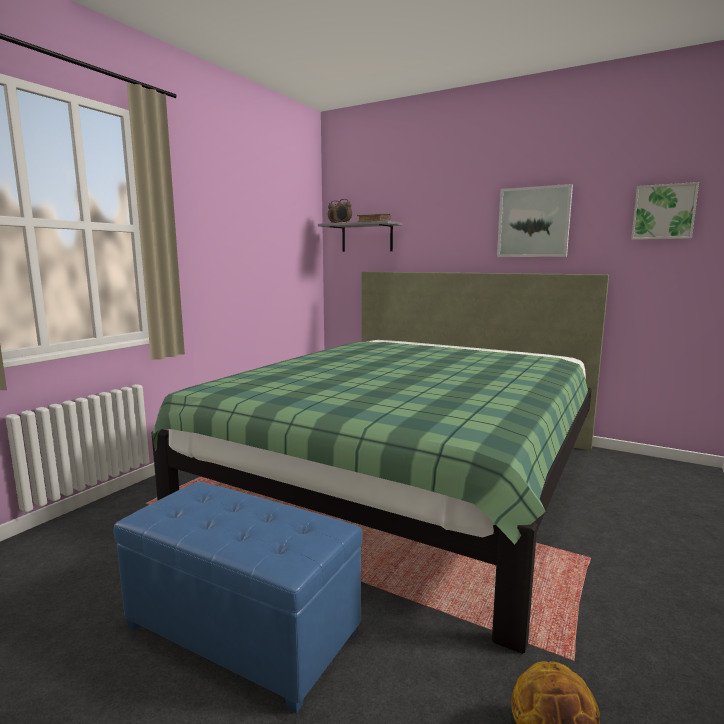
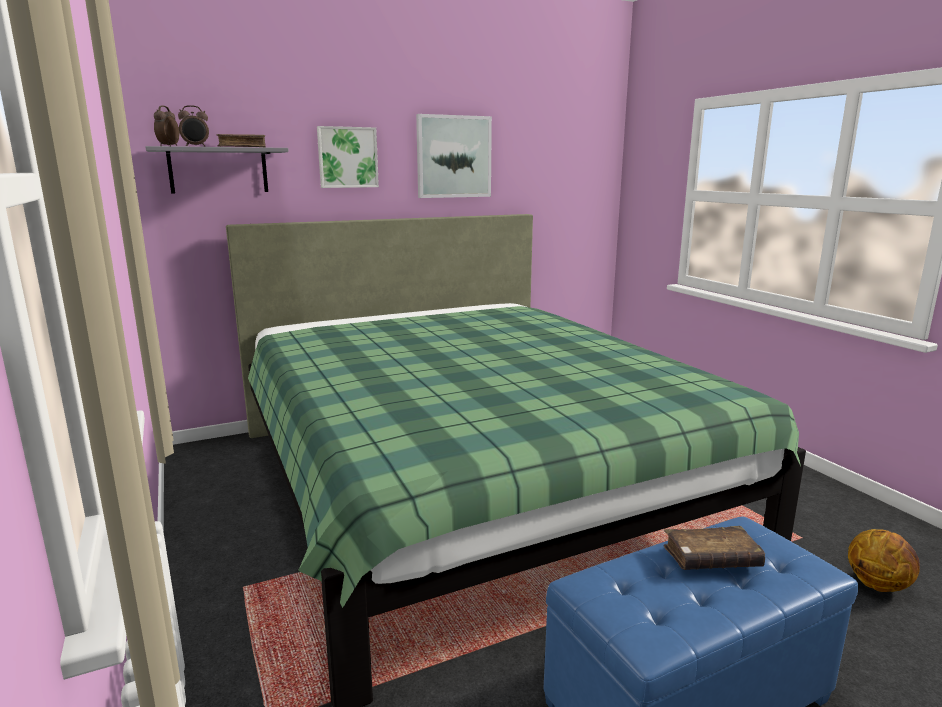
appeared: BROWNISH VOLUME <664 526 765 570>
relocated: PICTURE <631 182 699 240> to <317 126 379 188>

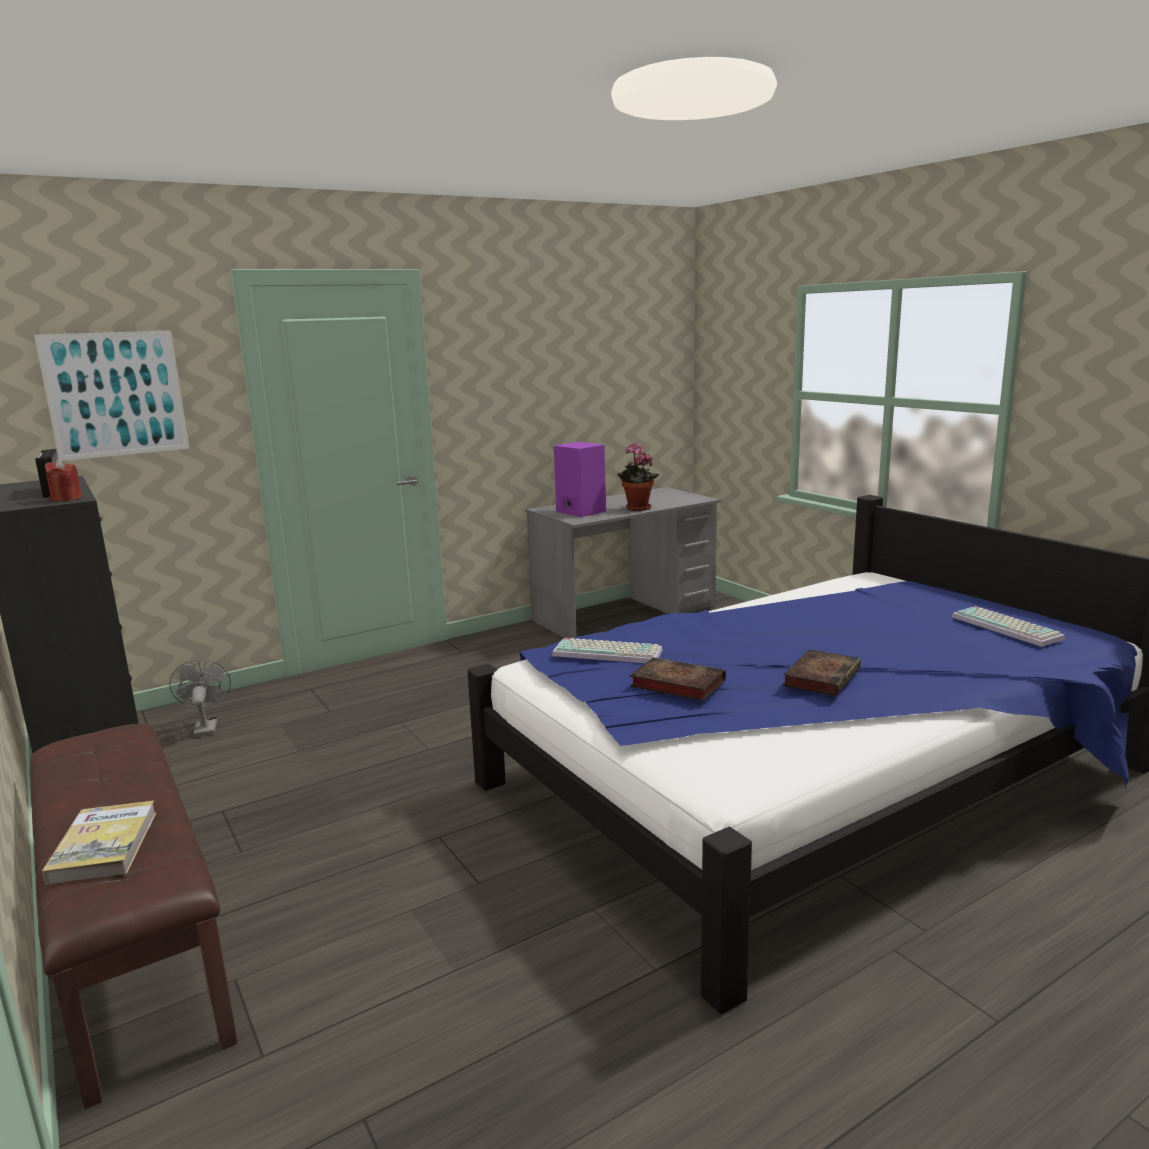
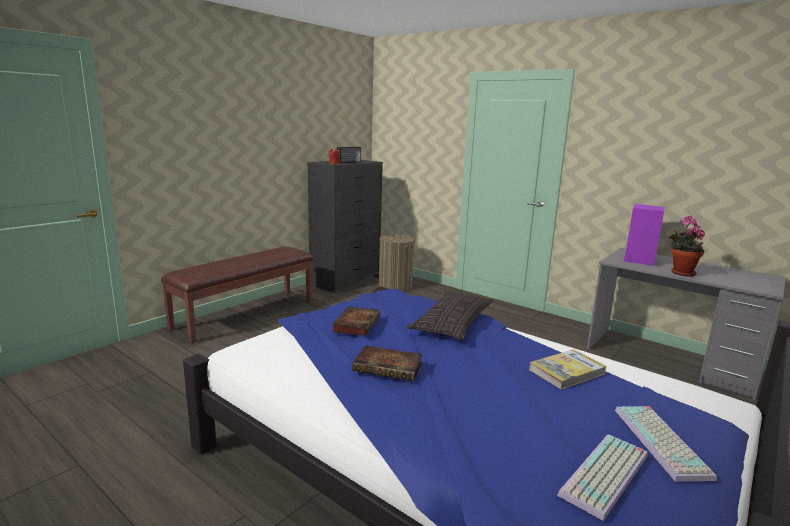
missing: PICTURE <34 331 189 461>
appeared: THROW PILLOW <407 291 494 340>
relocated: VOLUME <42 801 156 885> to <529 349 607 390>; KEYBOARD <552 638 662 663> to <615 406 717 481>
exchanged: GREY ELECTRIC FAN <169 659 231 737> to HAMPER <379 230 415 291>

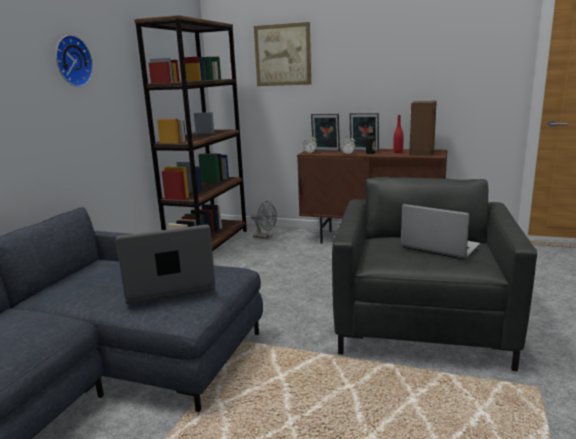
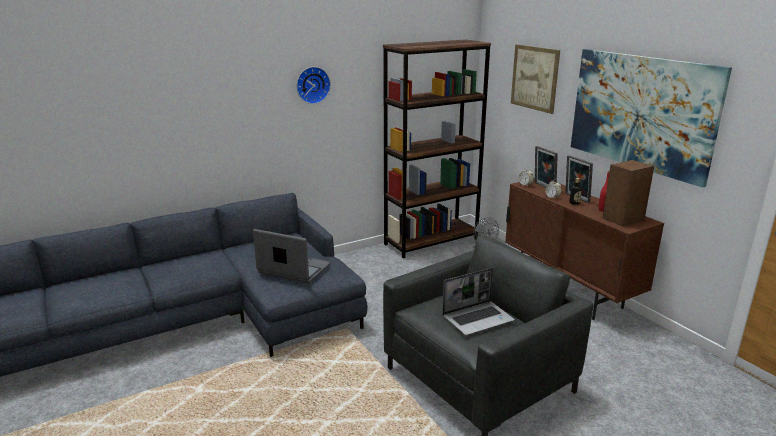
appeared: PICTURE <571 49 732 188>
spun: NOTEBOOK COMPUTER <401 204 480 260> = <442 268 515 335> 75 degrees clockwise

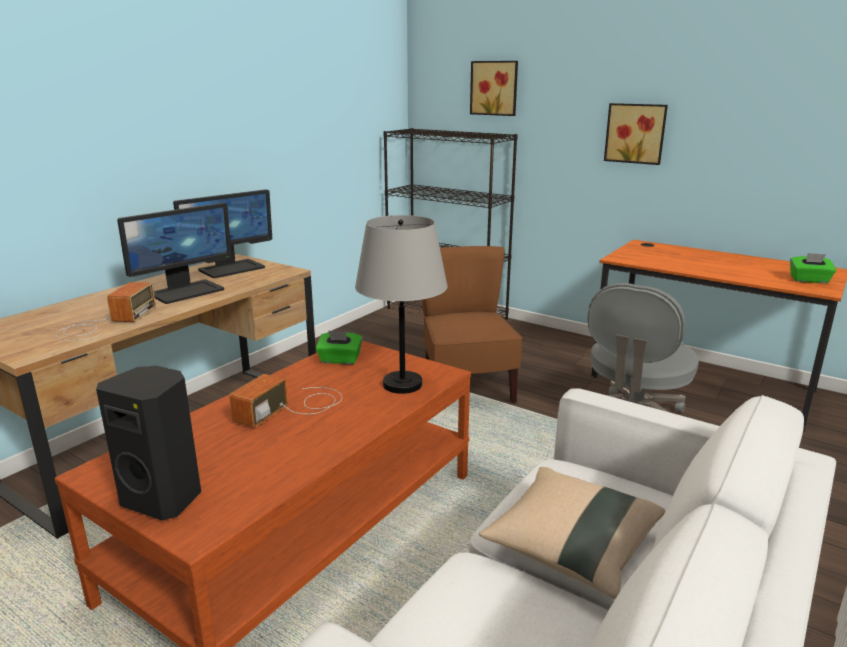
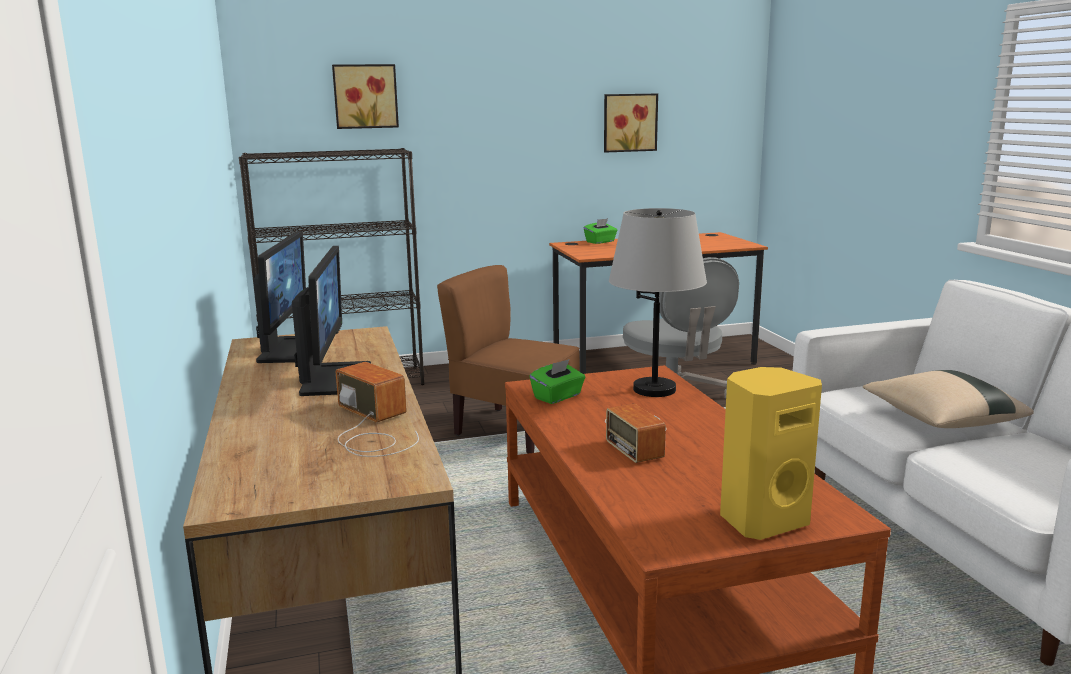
relocated: PICTURE <604 103 668 165> to <604 94 658 153>; GREENISH TISSUE HOLDER <790 253 836 283> to <584 218 618 244>
colour: BLACK-COLOURED AUDIO SPEAKER <96 366 201 521> to YELLOWISH AUDIO SPEAKER <720 367 822 540>

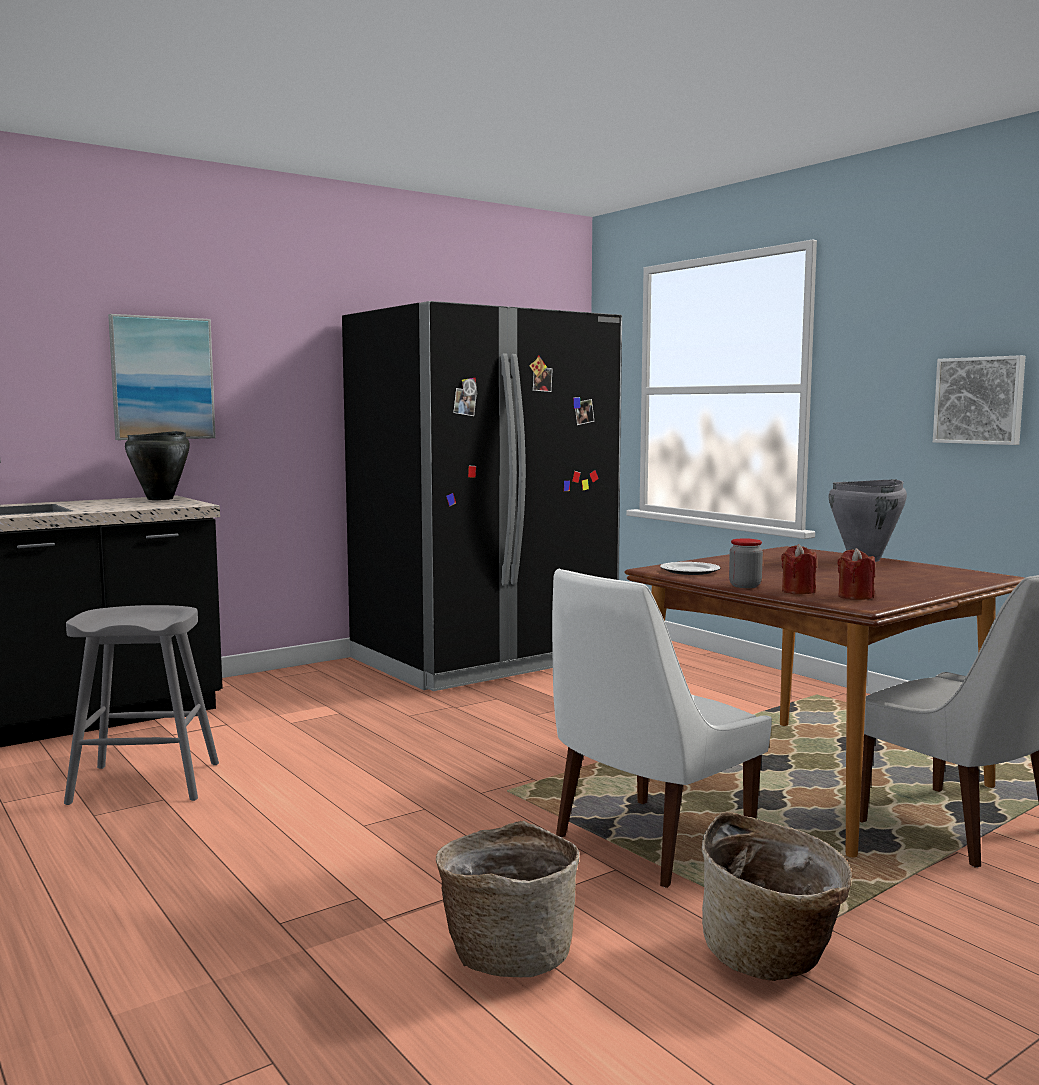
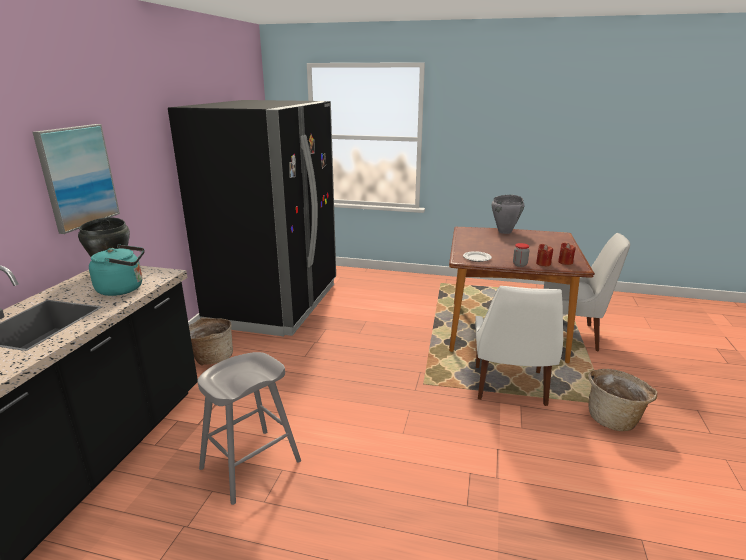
missing: PICTURE <933 355 1025 445>
appeared: BLUE-GREEN TEA KETTLE <89 245 145 296>
relocated: STORAGE BASKET <436 821 580 977> to <189 317 233 365>

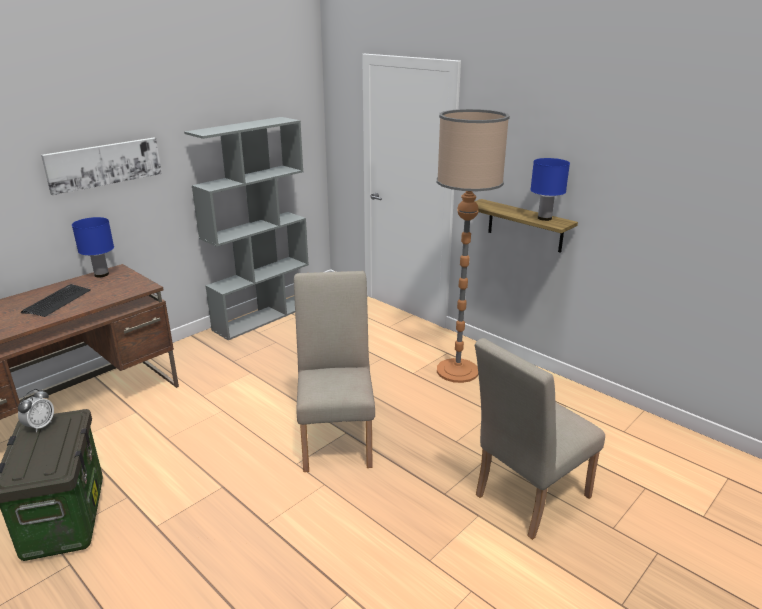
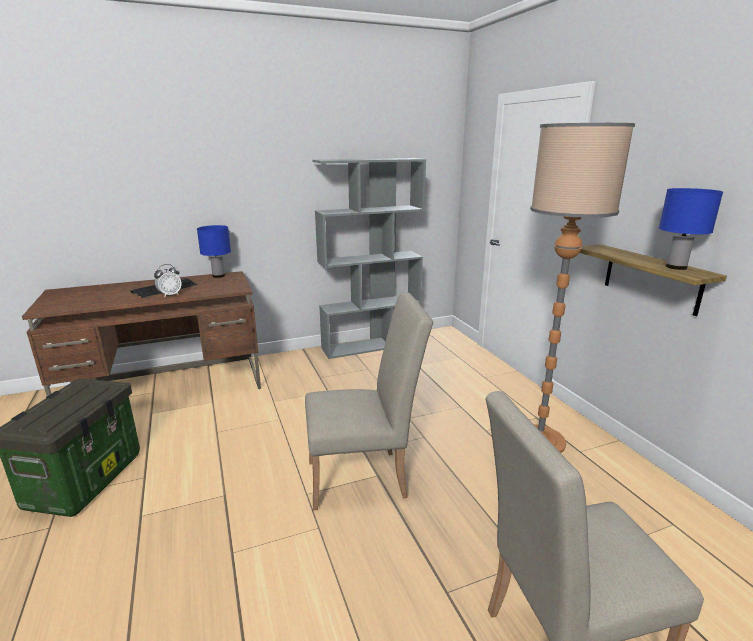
missing: PICTURE <41 138 162 195>
relocated: TABLE CLOCK <18 389 54 432> to <154 264 182 297>
spun: BEIGE-COLOURED UPRIGHT CHAIR <294 271 375 472> = <305 292 433 510> 60 degrees clockwise

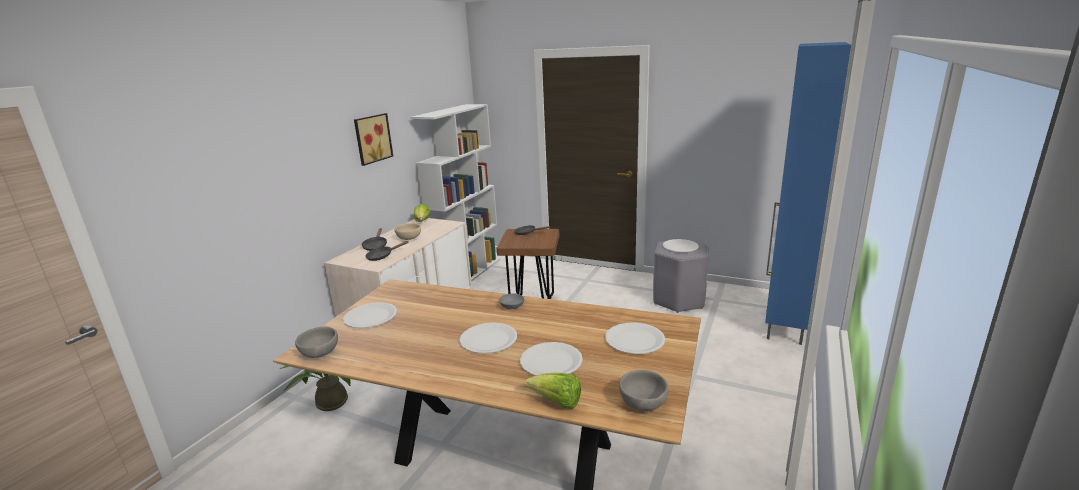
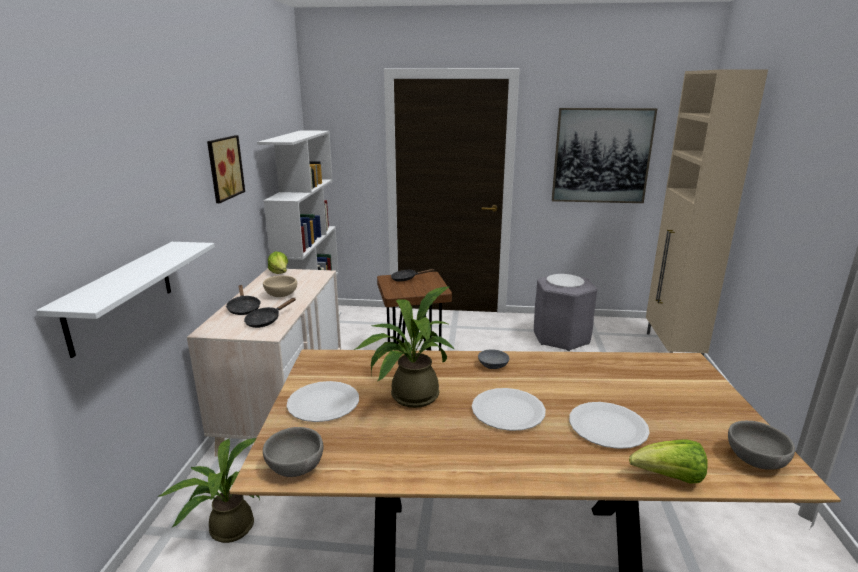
missing: WHITISH DINNER PLATE <605 322 665 354>
appeared: WHITISH WALL SHELF <36 242 215 358>; PLANT IN A POT <354 287 455 408>; PICTURE <552 108 657 203>
colour: BLUE CABINET <765 42 851 345> to BEIGE-COLOURED CABINET <646 70 768 356>

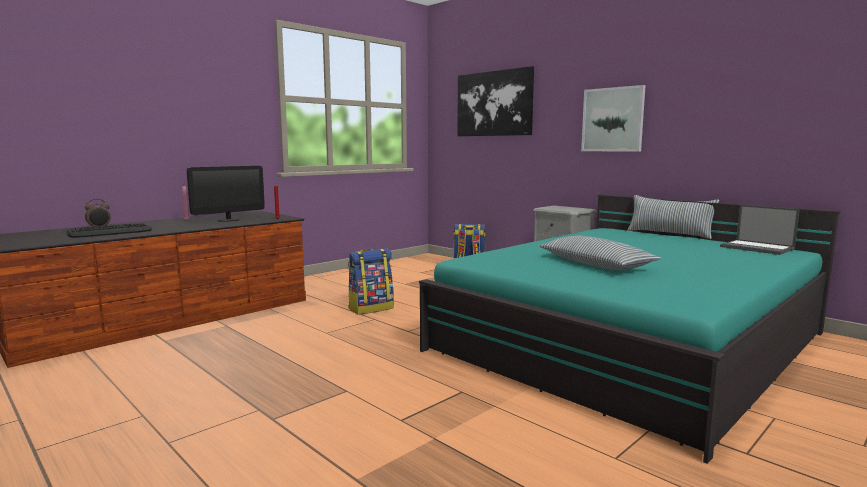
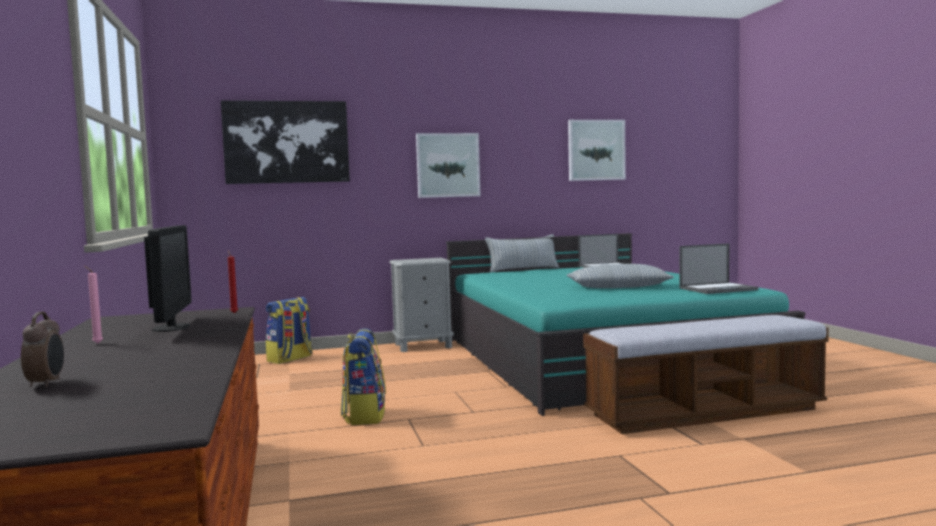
missing: KEYBOARD <67 223 152 238>
appeared: PICTURE <568 120 626 181>; INDOOR BENCH <583 315 829 434>; NOTEBOOK COMPUTER <680 243 759 294>

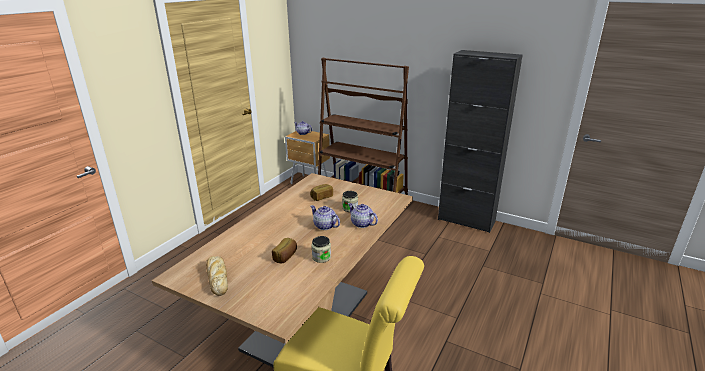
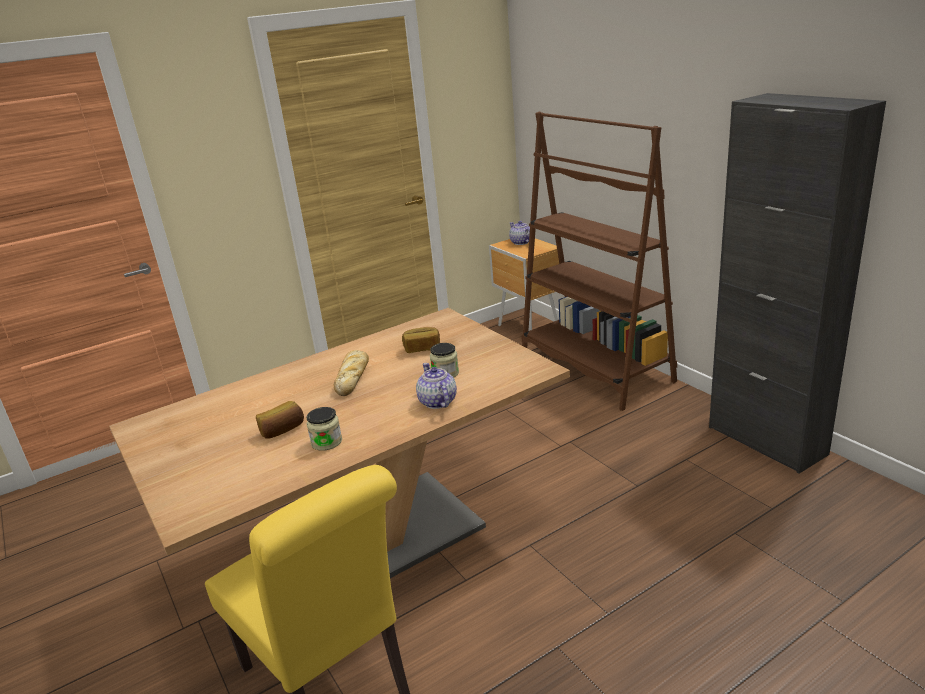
missing: TEAPOT <310 205 340 230>
relocated: BAKED BREAD <206 256 228 296> to <334 350 369 396>

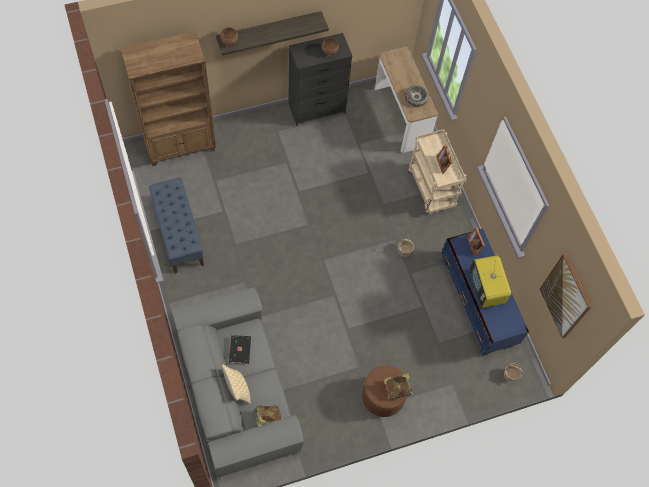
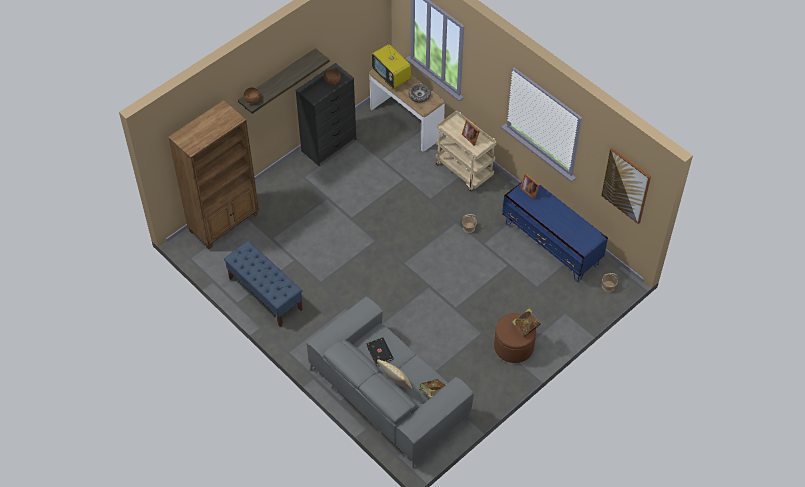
relocated: TELEVISION <470 256 511 308> to <372 42 411 88>

